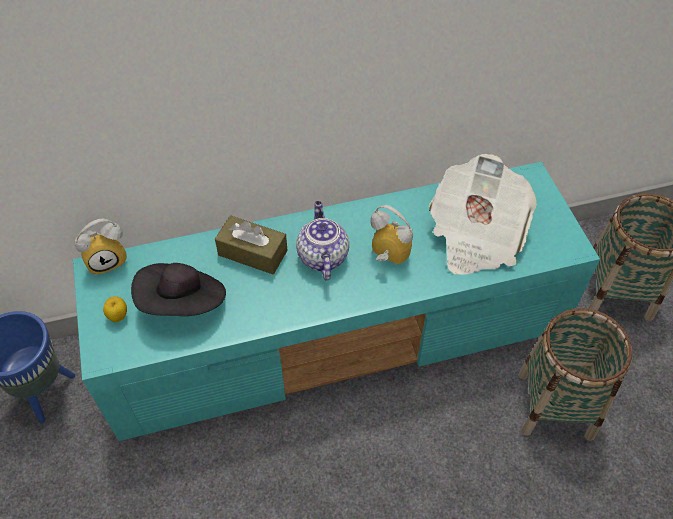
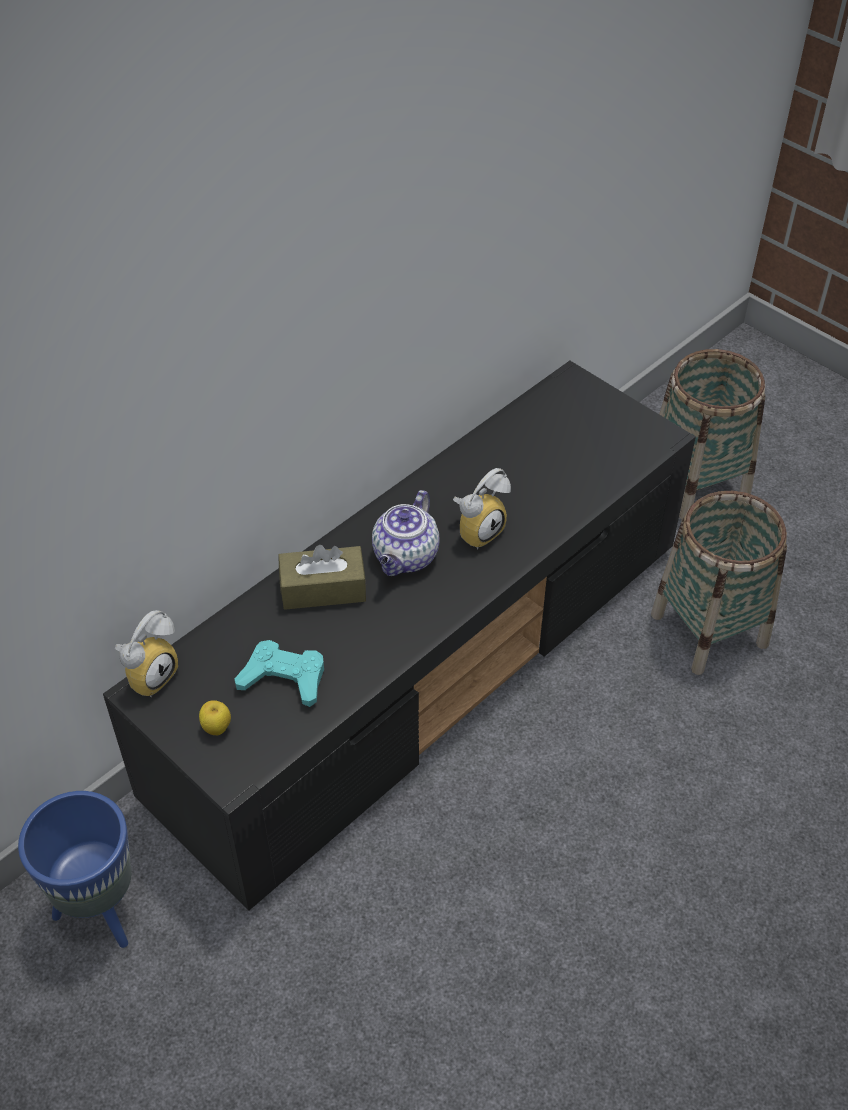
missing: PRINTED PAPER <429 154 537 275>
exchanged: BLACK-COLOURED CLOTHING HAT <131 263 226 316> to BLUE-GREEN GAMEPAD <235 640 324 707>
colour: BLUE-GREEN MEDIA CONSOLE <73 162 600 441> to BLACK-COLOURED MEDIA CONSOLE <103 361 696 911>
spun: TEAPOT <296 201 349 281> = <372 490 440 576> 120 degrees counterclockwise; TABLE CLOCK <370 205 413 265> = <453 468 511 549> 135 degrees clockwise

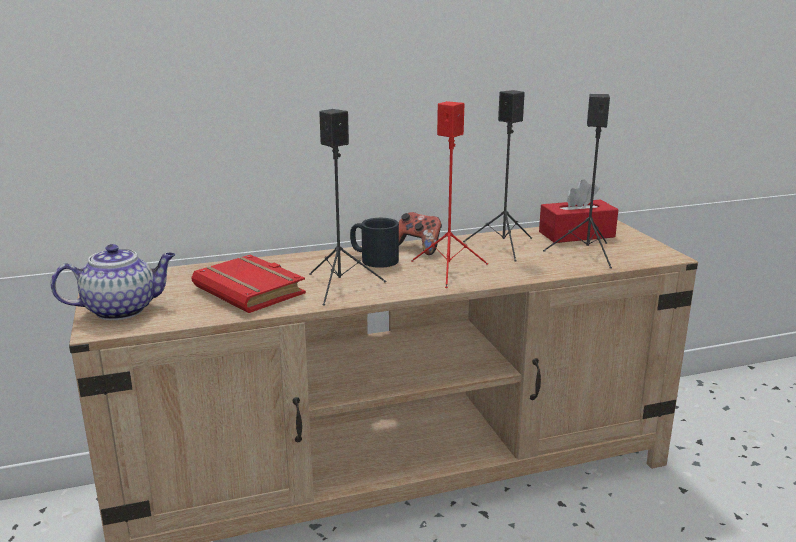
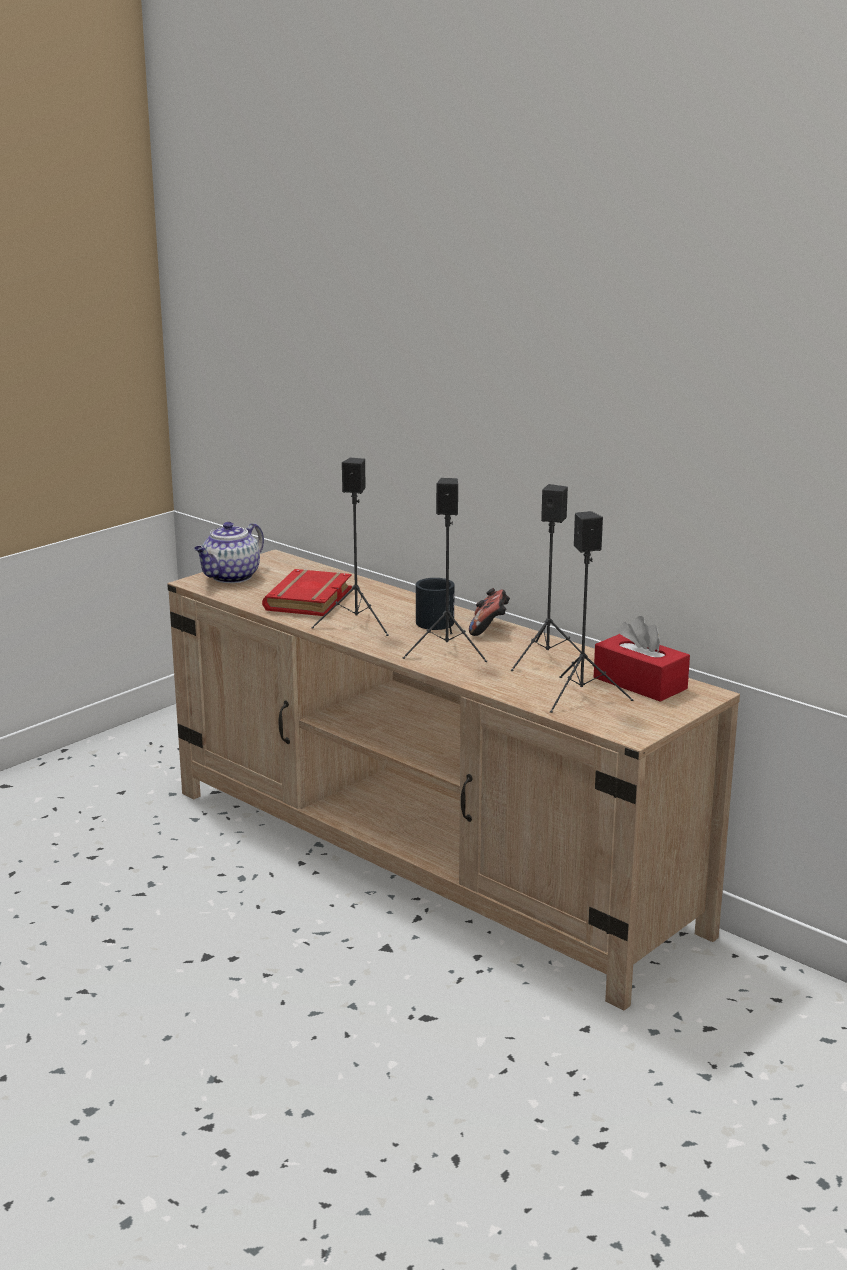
colour: RED AUDIO SPEAKER <411 101 488 288> to BLACK-COLOURED AUDIO SPEAKER <403 478 487 662>
spun: TEAPOT <51 244 175 320> = <194 522 264 583> 90 degrees clockwise

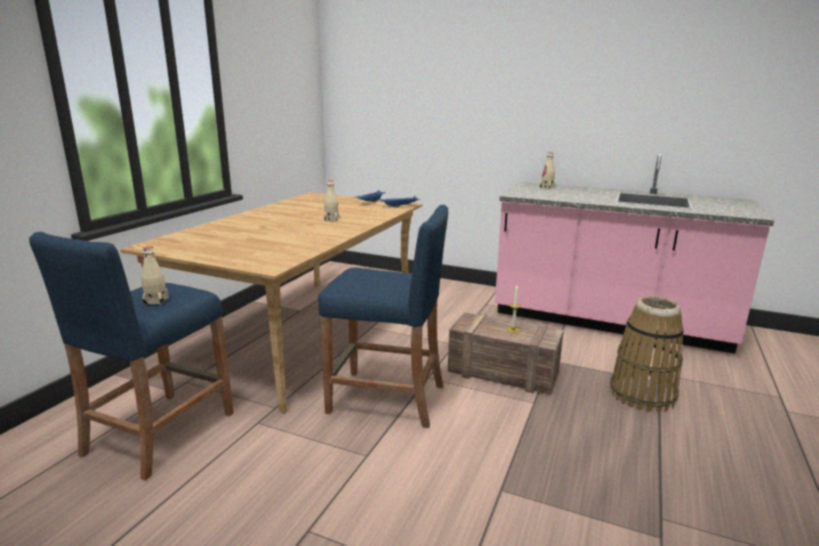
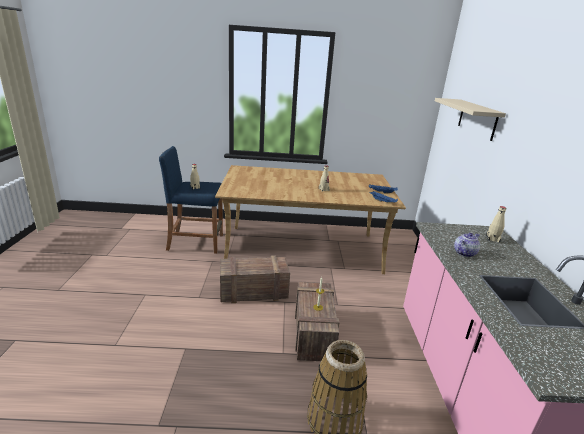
appeared: BEIGE-COLOURED WALL SHELF <435 98 506 141>; TEAPOT <454 233 480 257>
exchanged: BLUE SITTING STOOL <318 205 448 428> to CRATE <220 255 290 303>

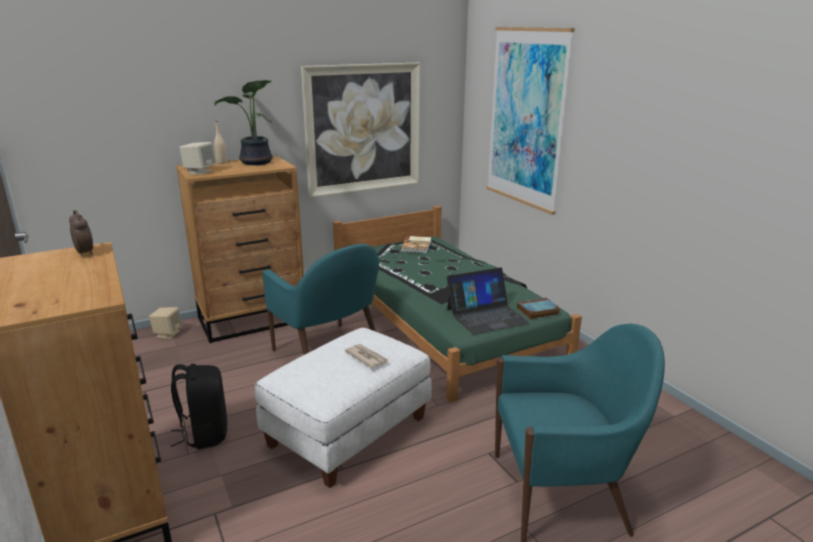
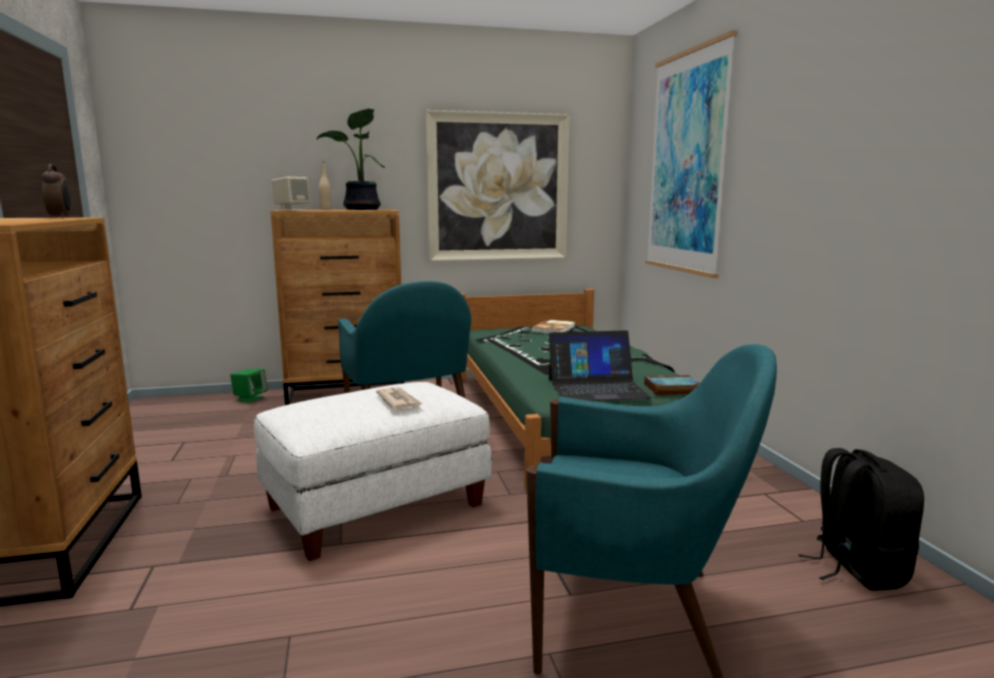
relocated: BLACK-COLOURED BACKPACK <170 364 227 449> to <798 448 924 591>
colour: BEIGE-COLOURED AUDIO SPEAKER <149 307 183 339> to GREENISH AUDIO SPEAKER <230 369 267 403>

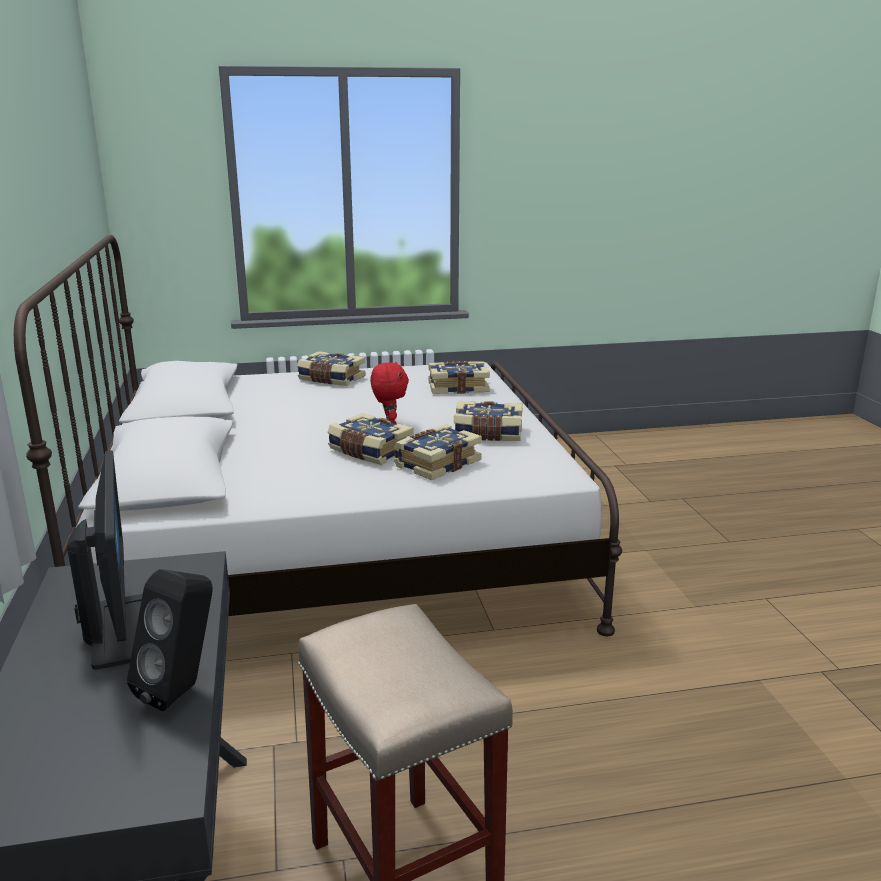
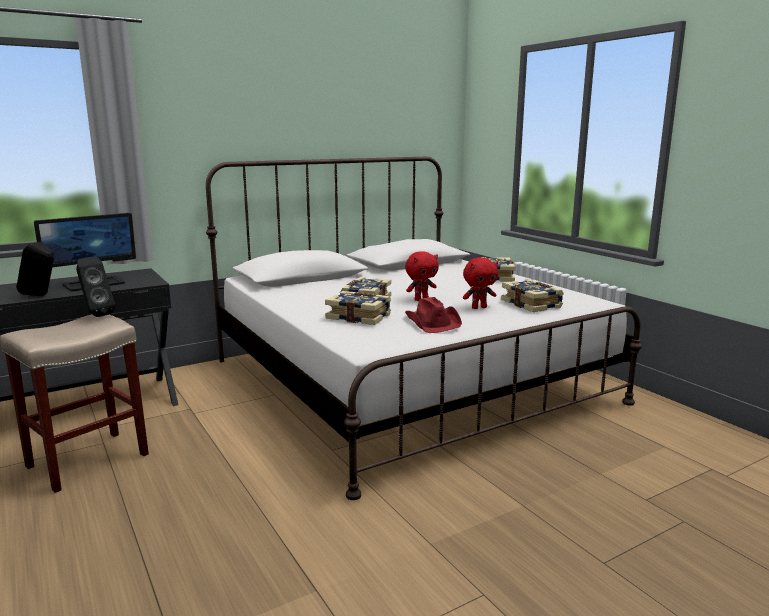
appeared: BLACK-COLOURED AUDIO SPEAKER <76 257 115 317>; RED PLUSH TOY <463 257 498 309>
exchanged: VOLUME <453 401 523 441> to RED CLOTHING HAT <405 297 462 333>

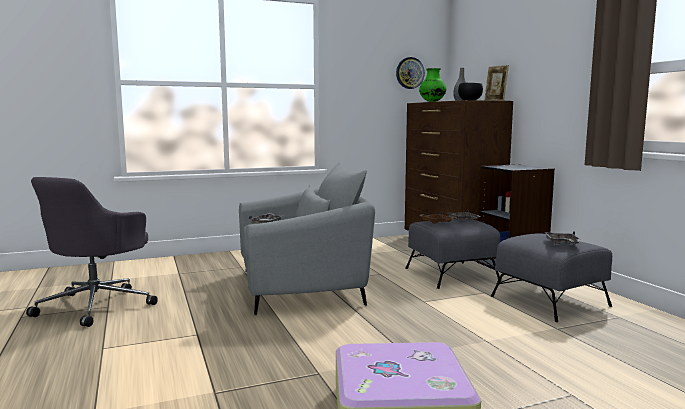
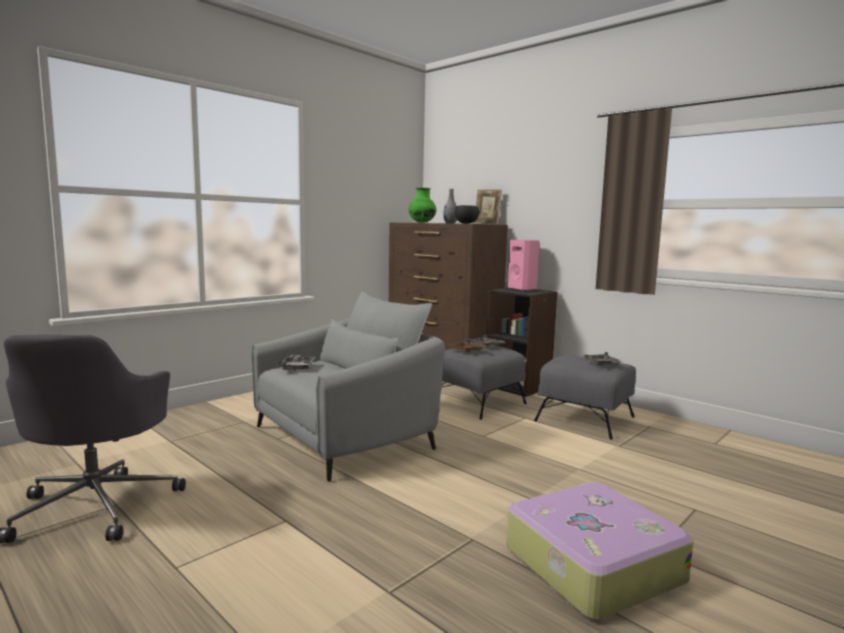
missing: WALL CLOCK <396 57 425 89>
appeared: PINK AUDIO SPEAKER <508 240 539 291>

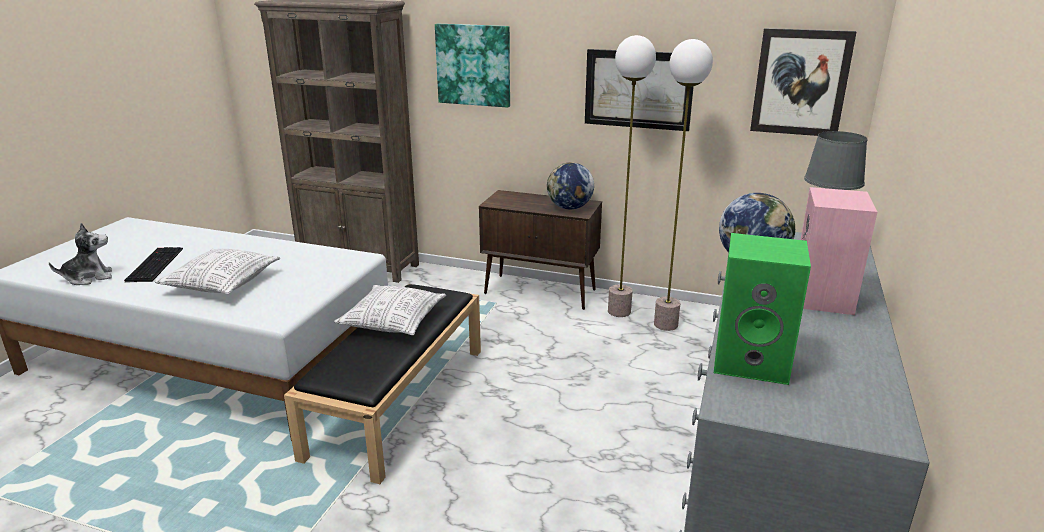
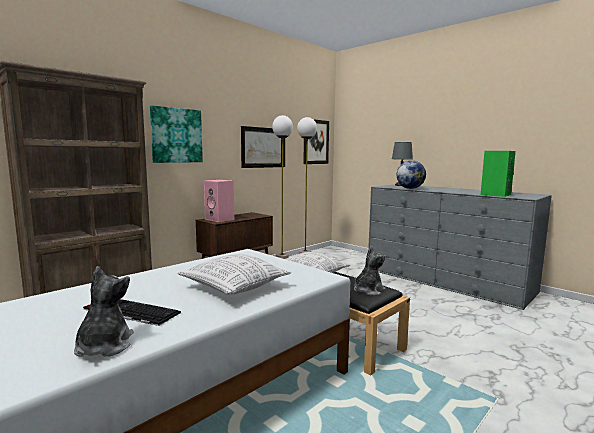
missing: WORLD GLOBE <547 162 594 209>
appeared: PLUSH TOY <354 246 385 296>
relocated: PINK AUDIO SPEAKER <801 187 877 315> to <204 180 234 222>

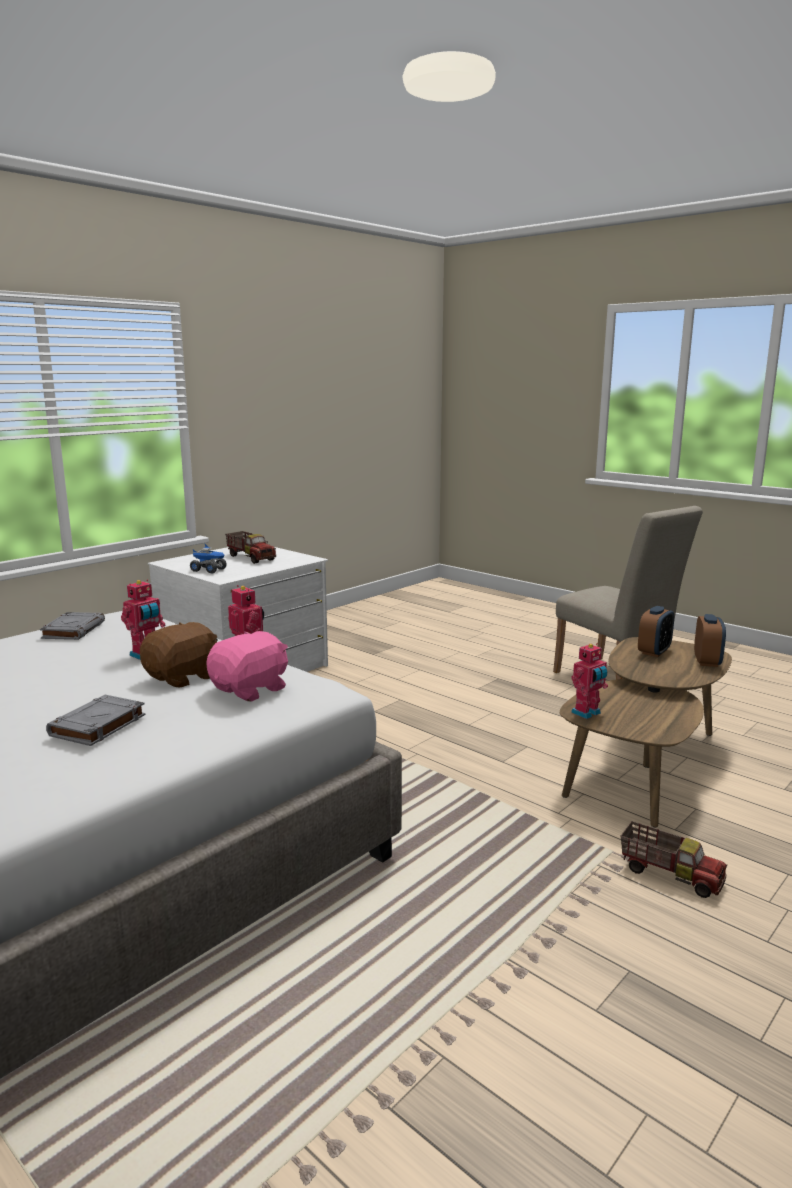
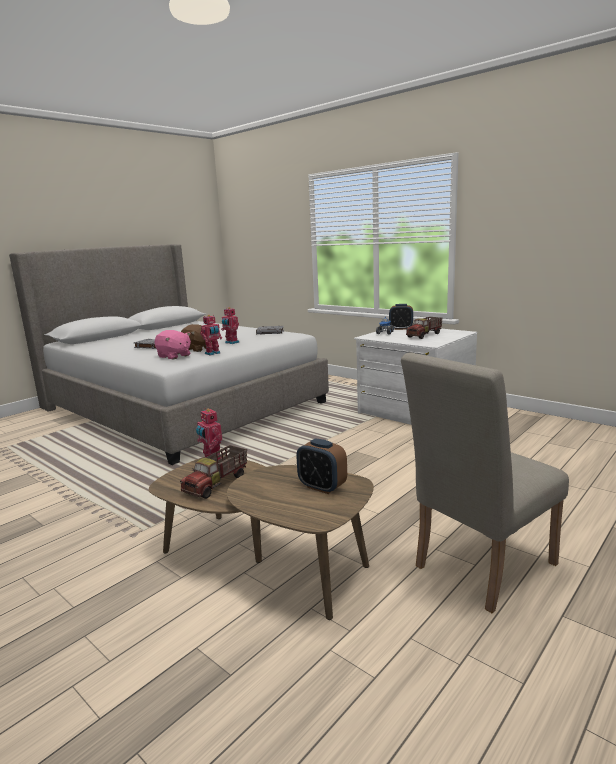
relocated: TOY TRUCK <620 821 727 898> to <180 445 247 499>; TABLE CLOCK <694 614 726 667> to <389 304 413 330>

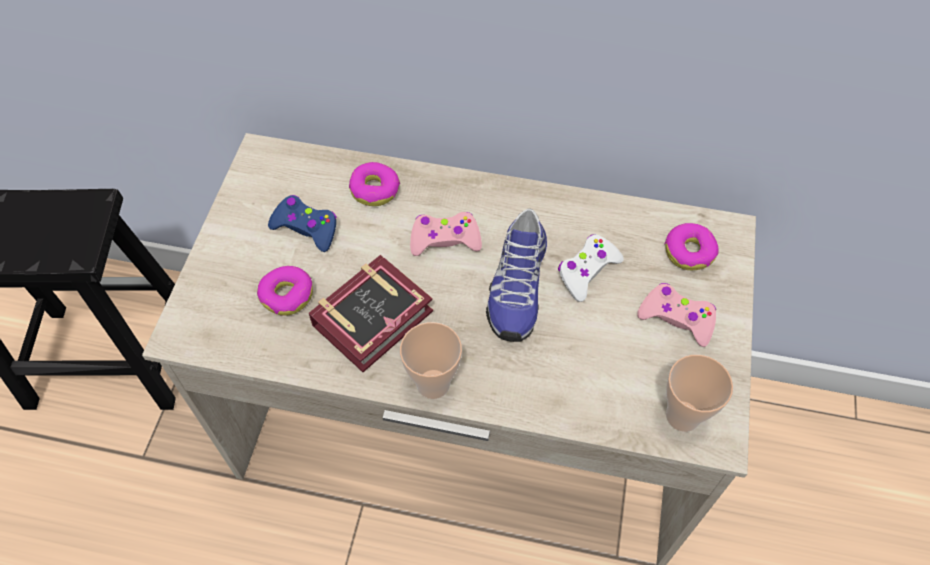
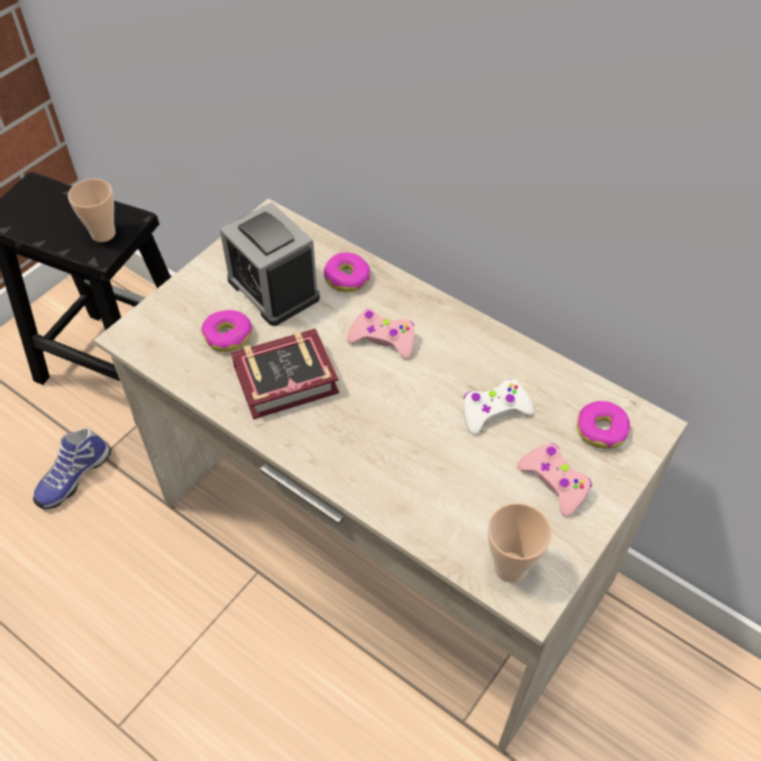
relocated: SMALL CUP <400 322 462 399> to <68 179 115 242>; LOW SHOE <486 208 547 342> to <33 428 111 509>
exchanged: BLUE GAMEPAD <268 195 337 252> to TABLE CLOCK <220 202 320 326>

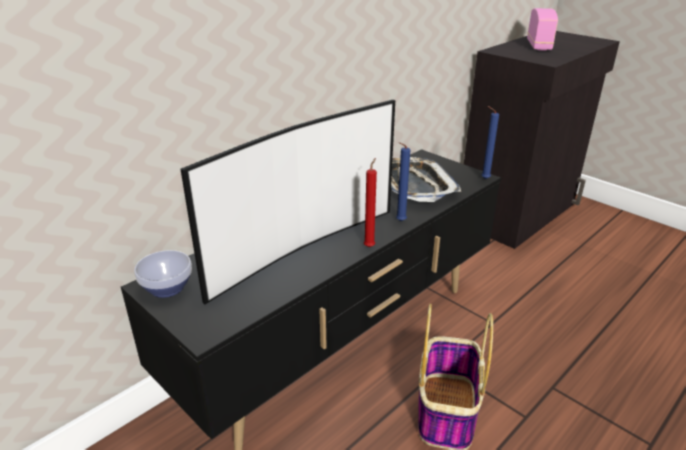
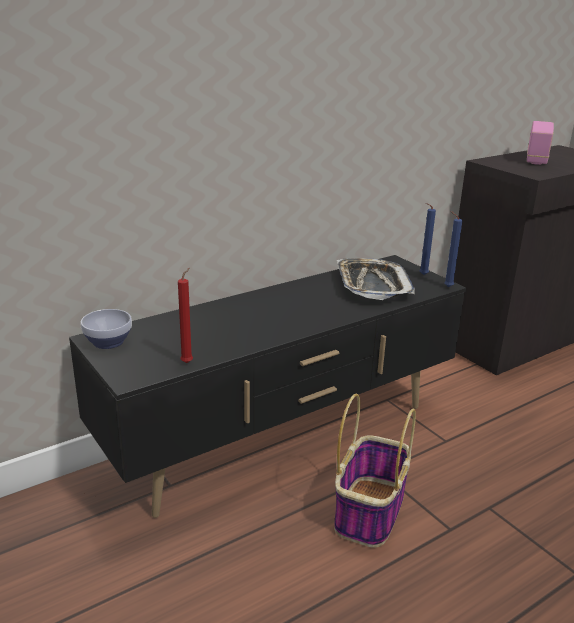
missing: TELEVISION <180 100 395 304>
relocated: RED WAX CANDLE <364 158 377 247> to <178 268 193 363>; BLUE WAX CANDLE <396 142 411 221> to <420 203 436 275>

